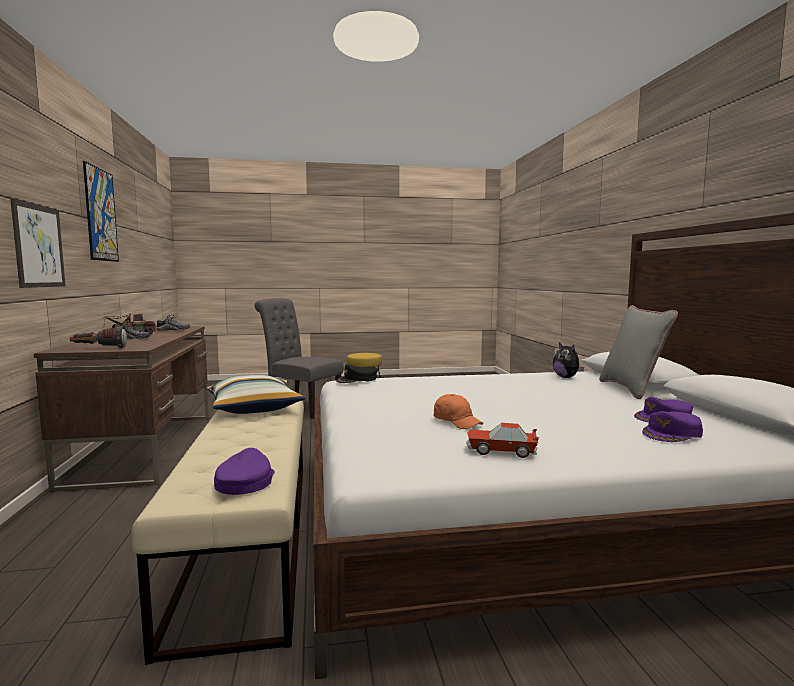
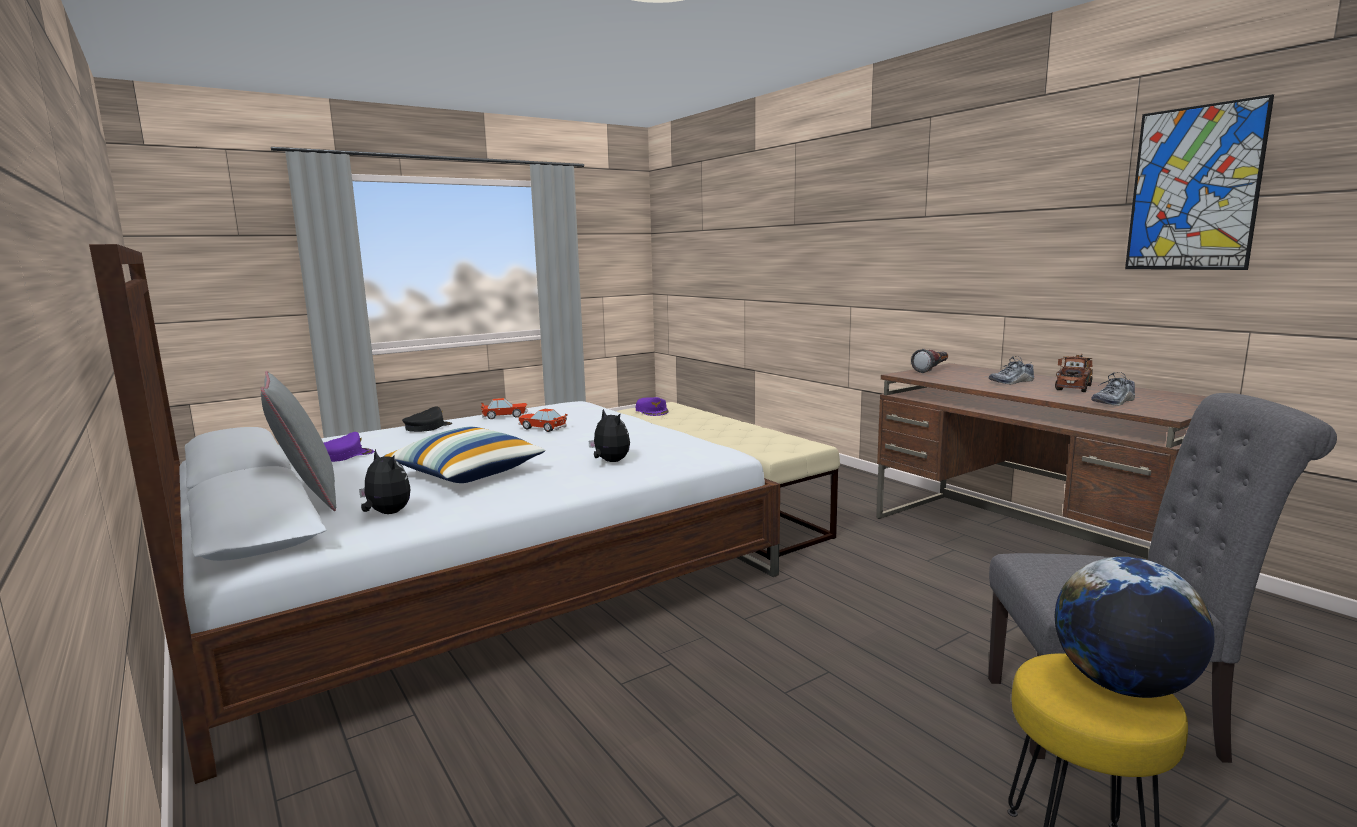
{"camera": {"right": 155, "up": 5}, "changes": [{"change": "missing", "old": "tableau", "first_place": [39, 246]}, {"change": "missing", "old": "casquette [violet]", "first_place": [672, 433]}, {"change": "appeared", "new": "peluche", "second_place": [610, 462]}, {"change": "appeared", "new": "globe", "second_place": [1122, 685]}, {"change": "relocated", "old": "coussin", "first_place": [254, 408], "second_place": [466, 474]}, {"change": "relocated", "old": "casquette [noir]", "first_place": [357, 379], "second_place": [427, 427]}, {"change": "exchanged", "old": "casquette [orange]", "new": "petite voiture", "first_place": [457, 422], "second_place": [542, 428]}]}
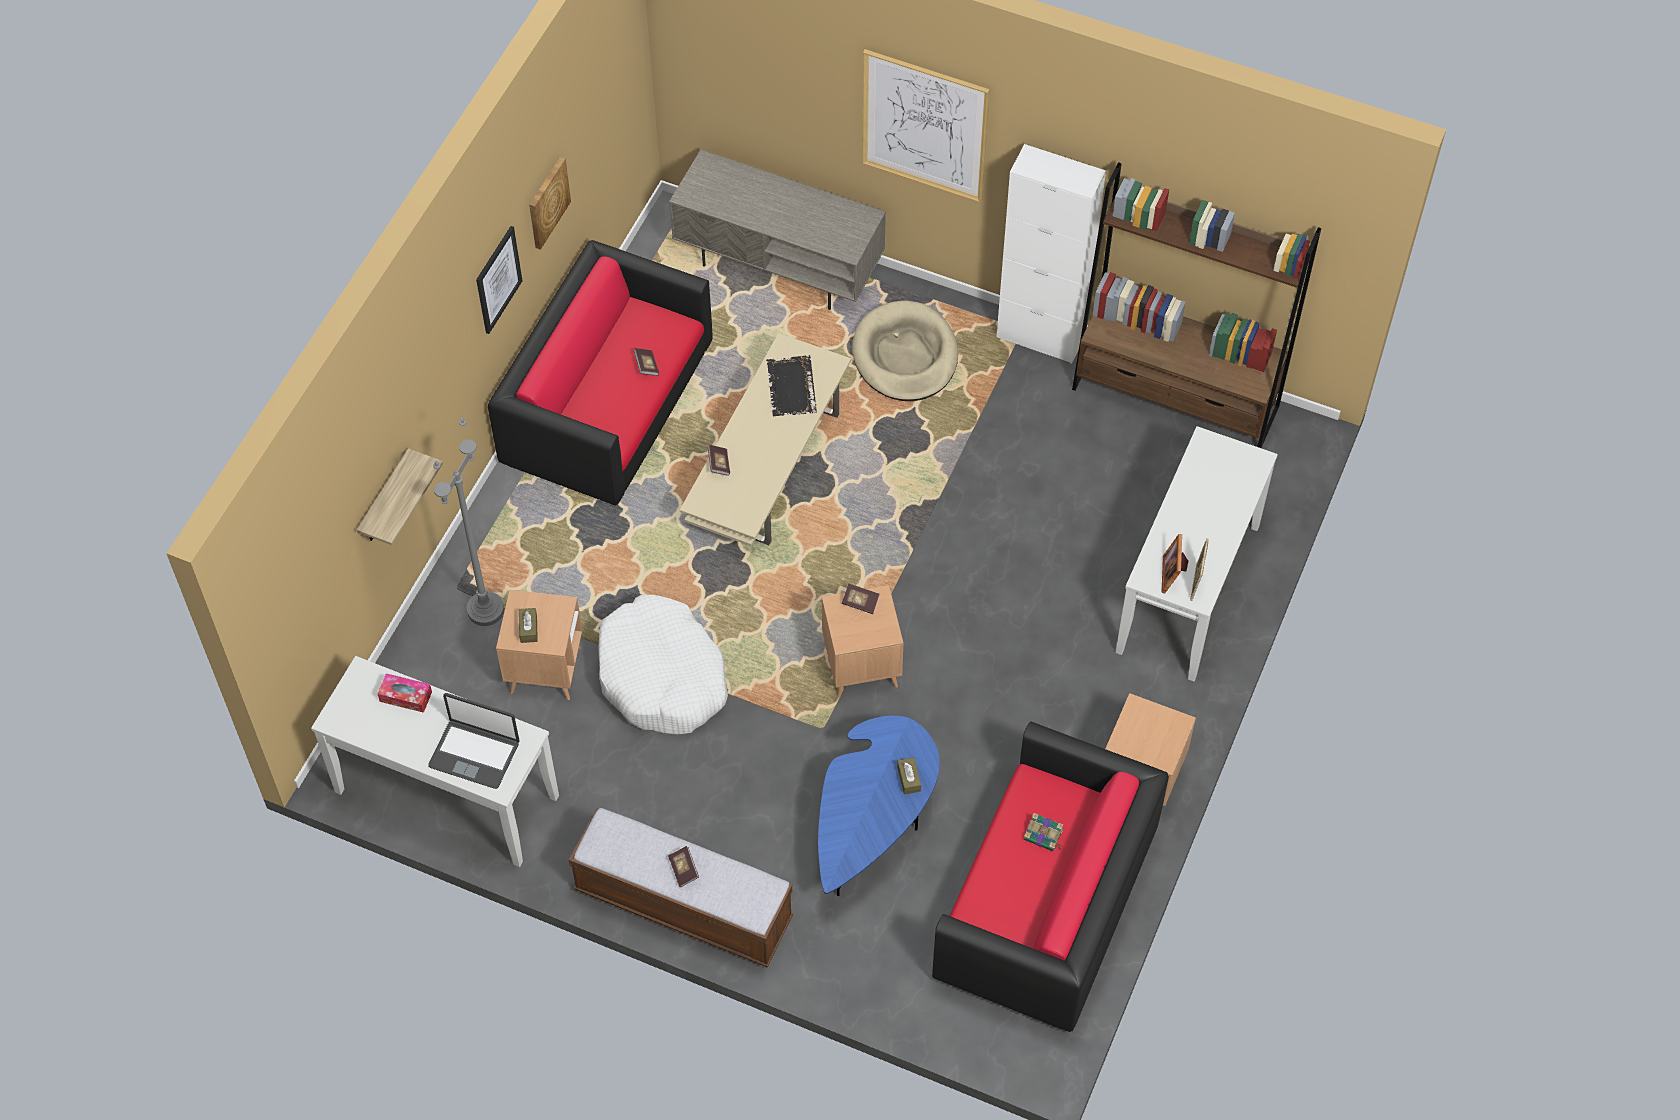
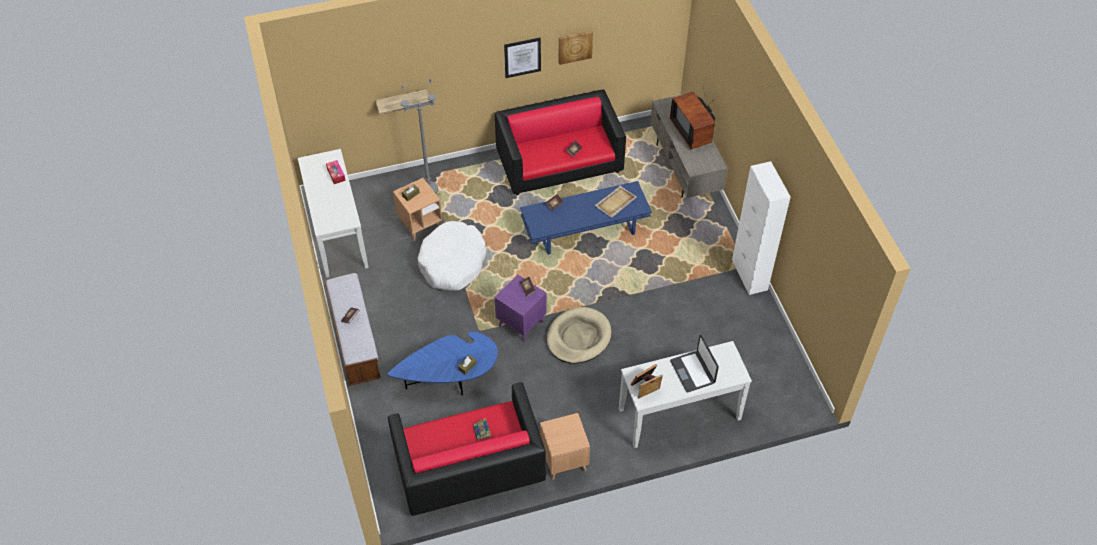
{"camera": {"right": 50, "up": -5}, "changes": [{"change": "missing", "old": "tableau", "first_place": [924, 125]}, {"change": "missing", "old": "bibliothèque [marron]", "first_place": [1176, 398]}, {"change": "appeared", "new": "téléviseur", "second_place": [693, 131]}, {"change": "relocated", "old": "ordinateur portable", "first_place": [475, 754], "second_place": [693, 372]}, {"change": "relocated", "old": "panier pour chien [beige]", "first_place": [905, 355], "second_place": [578, 337]}, {"change": "colour", "old": "table basse [beige]", "new": "table basse [bleu]", "first_place": [768, 465], "second_place": [585, 229]}, {"change": "colour", "old": "plateau [noir]", "new": "plateau [beige]", "first_place": [791, 388], "second_place": [615, 202]}, {"change": "colour", "old": "table d'appoint [marron]", "new": "table d'appoint [violet]", "first_place": [861, 667], "second_place": [521, 324]}]}
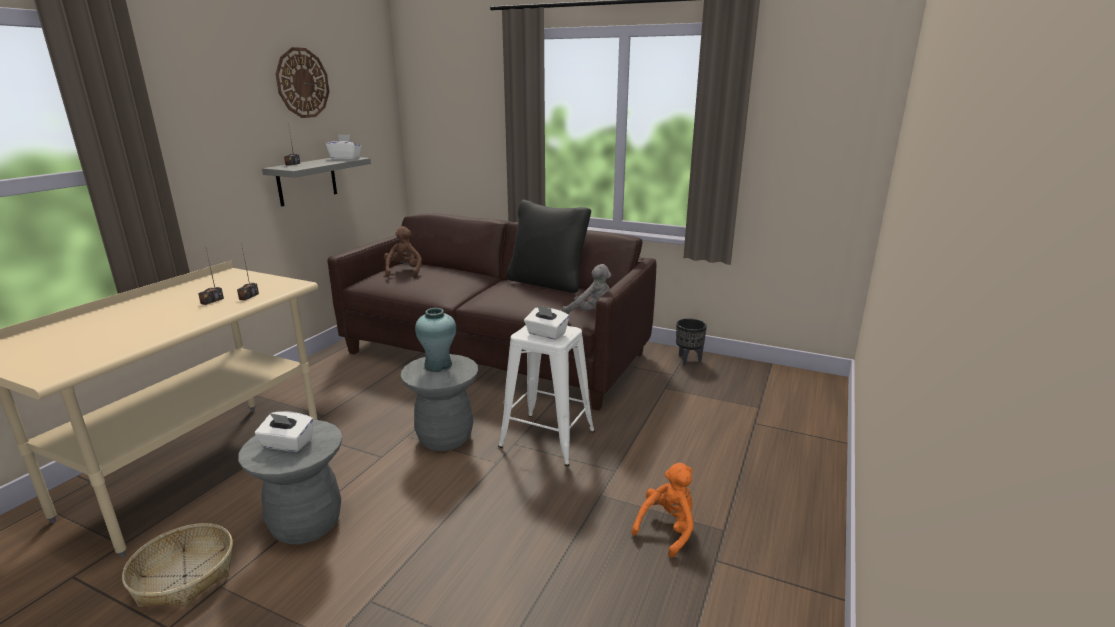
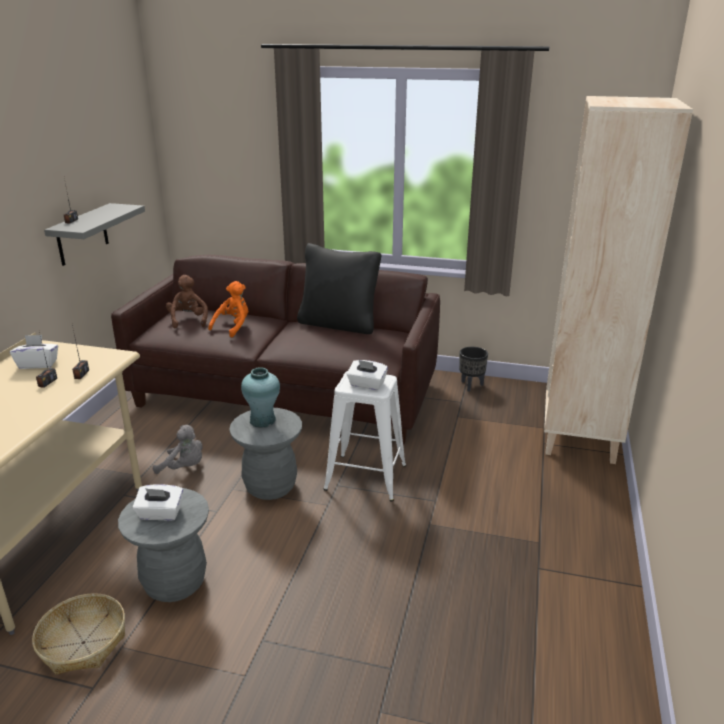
{"camera": {"right": -10, "up": 5}, "changes": [{"change": "missing", "old": "horloge murale", "first_place": [302, 83]}, {"change": "appeared", "new": "bibliothèque [beige]", "second_place": [580, 438]}, {"change": "relocated", "old": "boîte à mouchoirs [blanc]", "first_place": [345, 158], "second_place": [38, 364]}, {"change": "relocated", "old": "peluche [gris]", "first_place": [592, 313], "second_place": [184, 467]}, {"change": "relocated", "old": "peluche [orange]", "first_place": [667, 529], "second_place": [233, 327]}]}
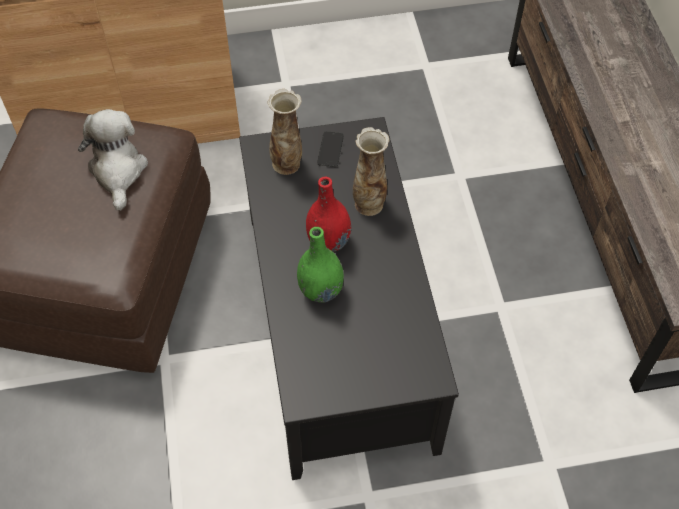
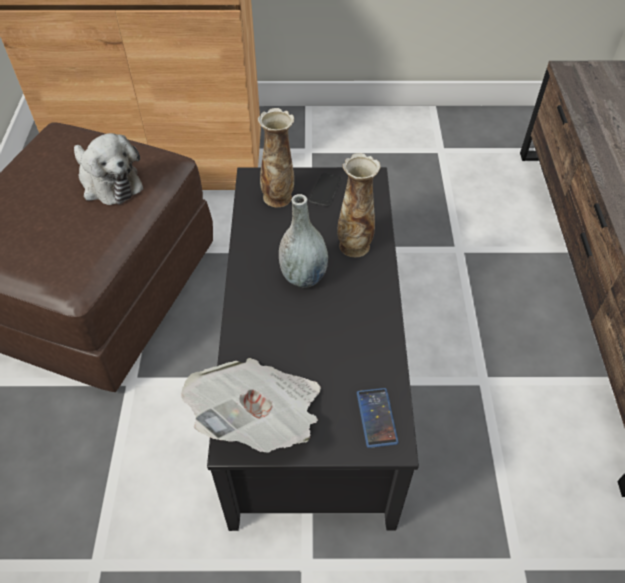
{"camera": {"right": 10, "up": -5}, "changes": [{"change": "missing", "old": "vase [vert]", "first_place": [320, 290]}, {"change": "appeared", "new": "journal", "second_place": [261, 417]}, {"change": "appeared", "new": "téléphone", "second_place": [377, 417]}, {"change": "colour", "old": "vase [rouge]", "new": "vase [gris]", "first_place": [328, 242], "second_place": [303, 277]}, {"change": "spun", "old": "peluche", "first_place": [118, 171], "second_place": [108, 182], "degrees": 135}]}
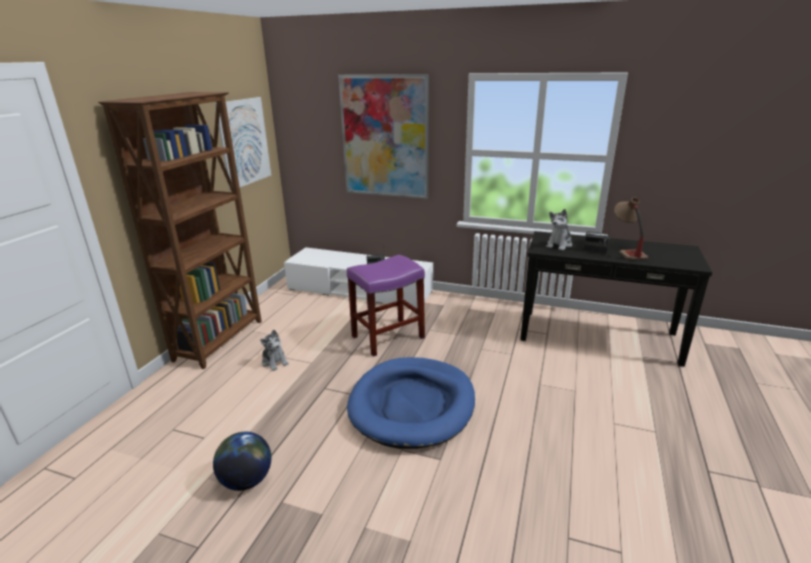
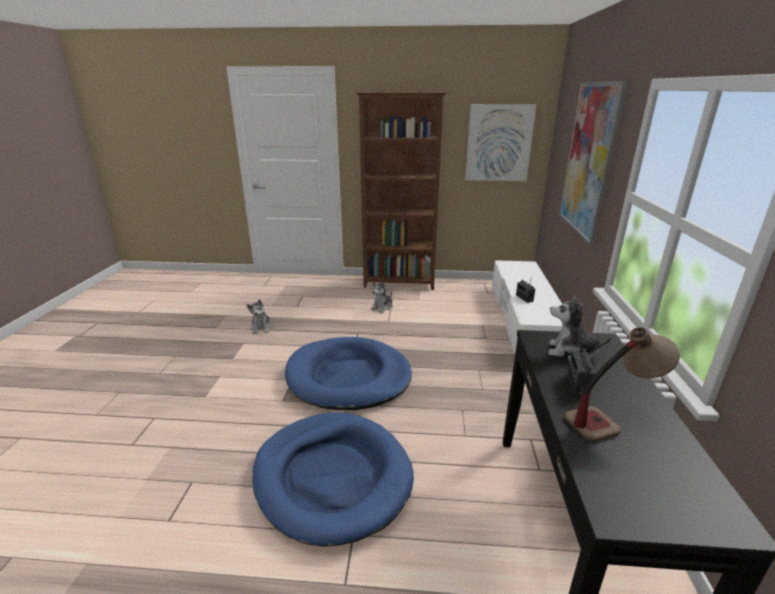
{"camera": {"right": 75, "up": 0}, "changes": [{"change": "missing", "old": "tabouret [violet]", "first_place": [388, 337]}, {"change": "appeared", "new": "panier pour chien [bleu]", "second_place": [332, 477]}, {"change": "exchanged", "old": "globe", "new": "peluche", "first_place": [246, 480], "second_place": [261, 328]}]}
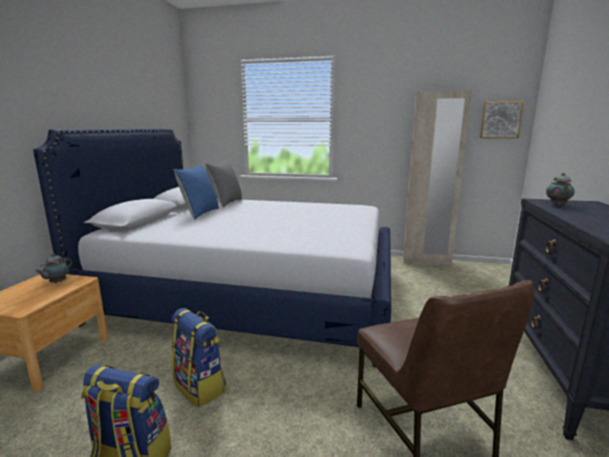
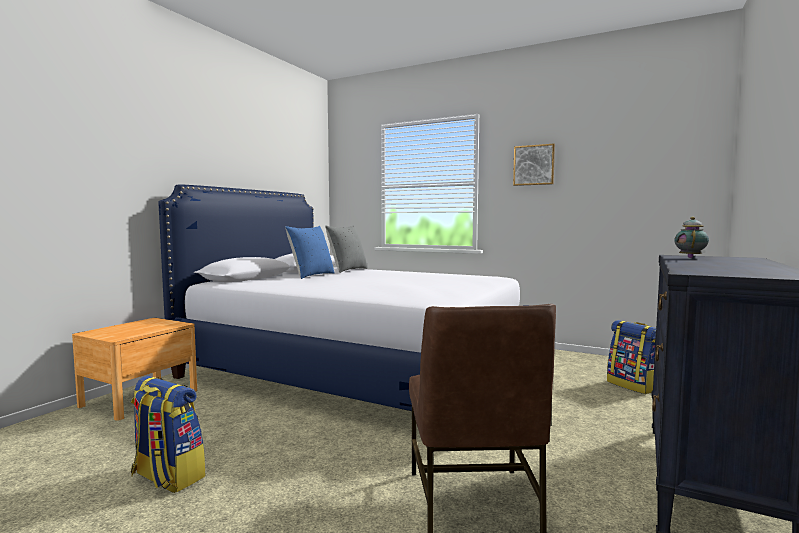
{"camera": {"right": 15, "up": -10}, "changes": [{"change": "missing", "old": "théière", "first_place": [57, 282]}, {"change": "missing", "old": "armoire [beige]", "first_place": [426, 261]}, {"change": "relocated", "old": "sac à dos", "first_place": [200, 386], "second_place": [633, 386]}, {"change": "relocated", "old": "tableau", "first_place": [500, 120], "second_place": [534, 165]}]}
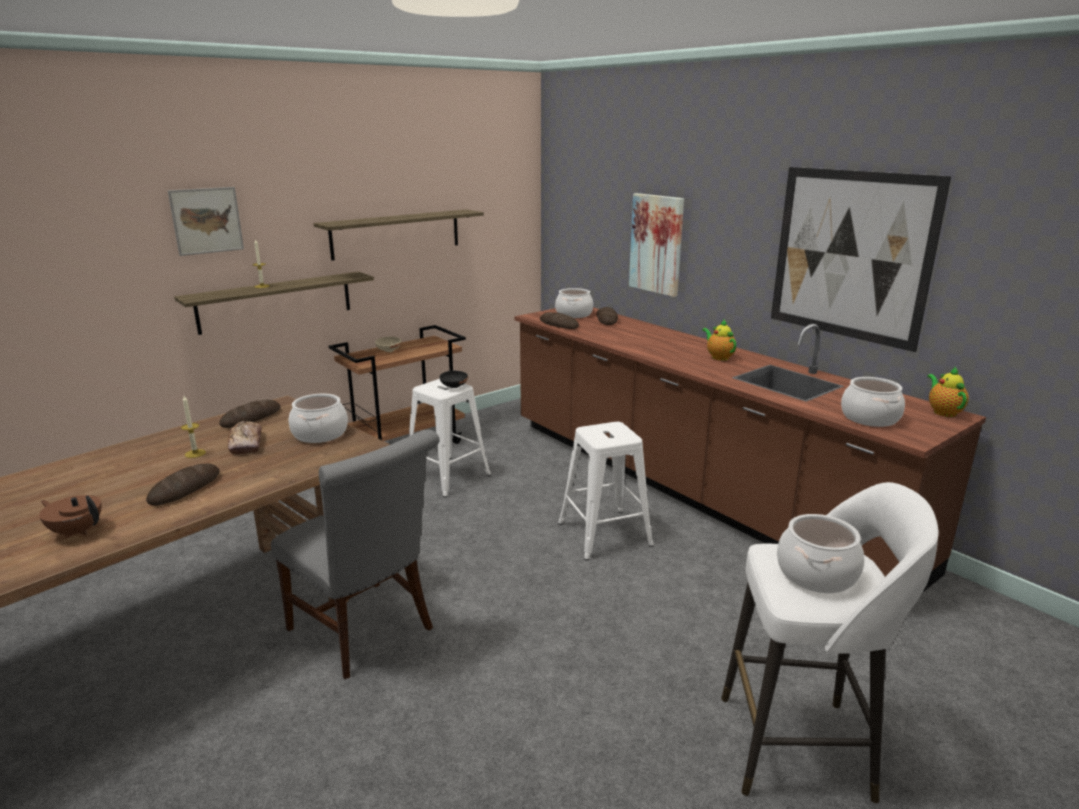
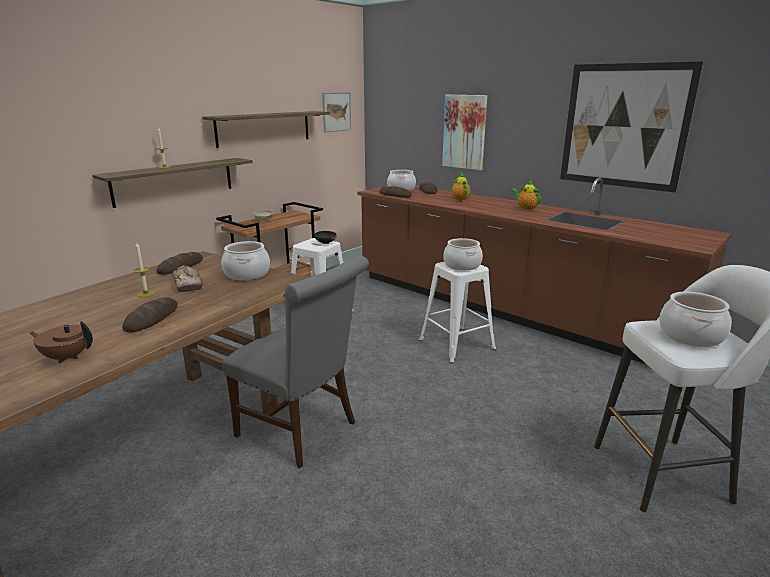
{"camera": {"right": -10, "up": 0}, "changes": [{"change": "relocated", "old": "tableau", "first_place": [206, 220], "second_place": [336, 112]}, {"change": "relocated", "old": "marmite", "first_place": [869, 418], "second_place": [462, 265]}, {"change": "relocated", "old": "théière", "first_place": [943, 412], "second_place": [459, 199]}]}
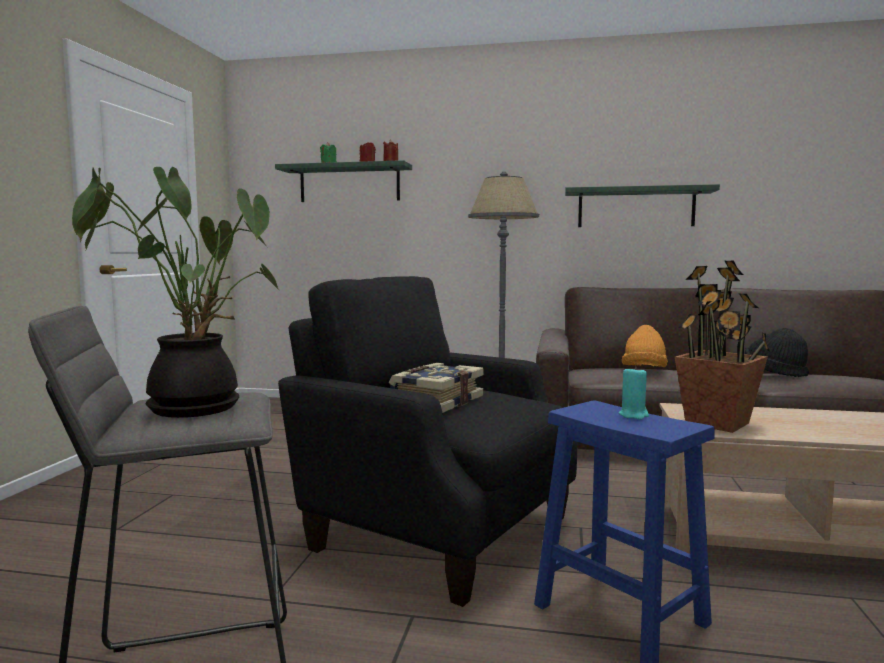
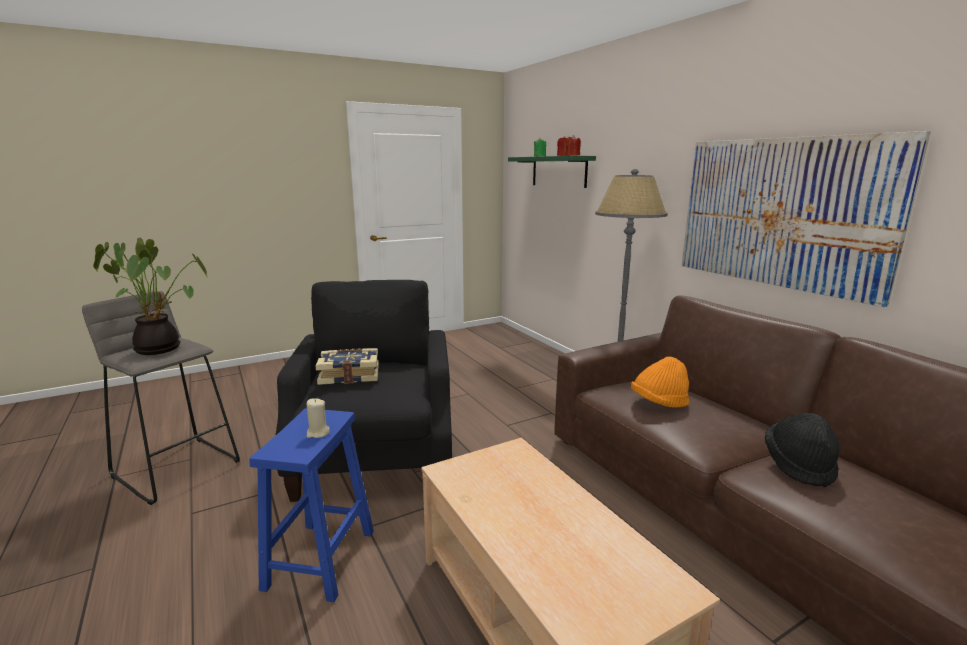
{"camera": {"right": 50, "up": 10}, "changes": [{"change": "missing", "old": "plante en pot", "first_place": [717, 424]}, {"change": "exchanged", "old": "étagère [vert]", "new": "tableau", "first_place": [636, 208], "second_place": [781, 213]}, {"change": "colour", "old": "bougie [turquoise]", "new": "bougie [beige]", "first_place": [633, 415], "second_place": [318, 433]}]}
